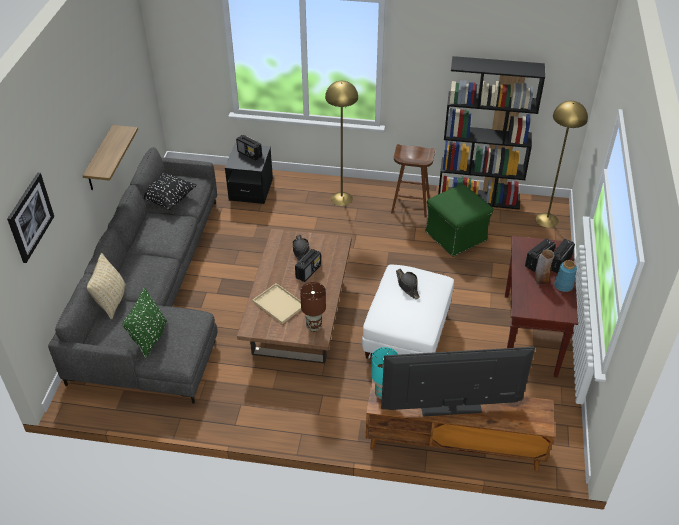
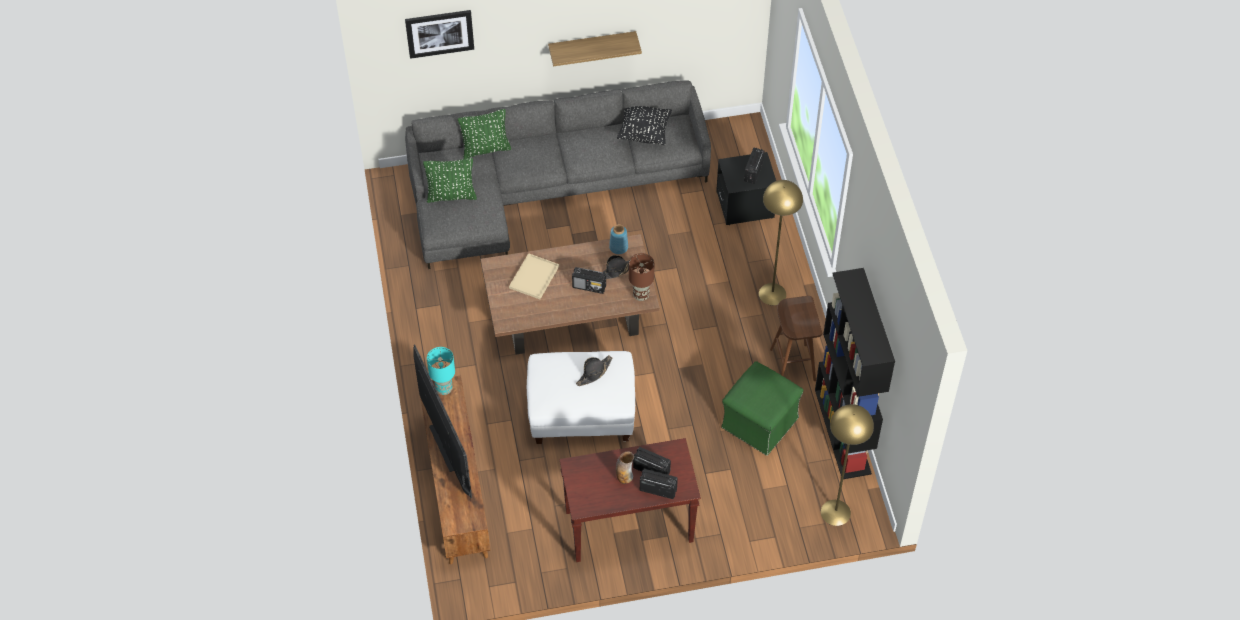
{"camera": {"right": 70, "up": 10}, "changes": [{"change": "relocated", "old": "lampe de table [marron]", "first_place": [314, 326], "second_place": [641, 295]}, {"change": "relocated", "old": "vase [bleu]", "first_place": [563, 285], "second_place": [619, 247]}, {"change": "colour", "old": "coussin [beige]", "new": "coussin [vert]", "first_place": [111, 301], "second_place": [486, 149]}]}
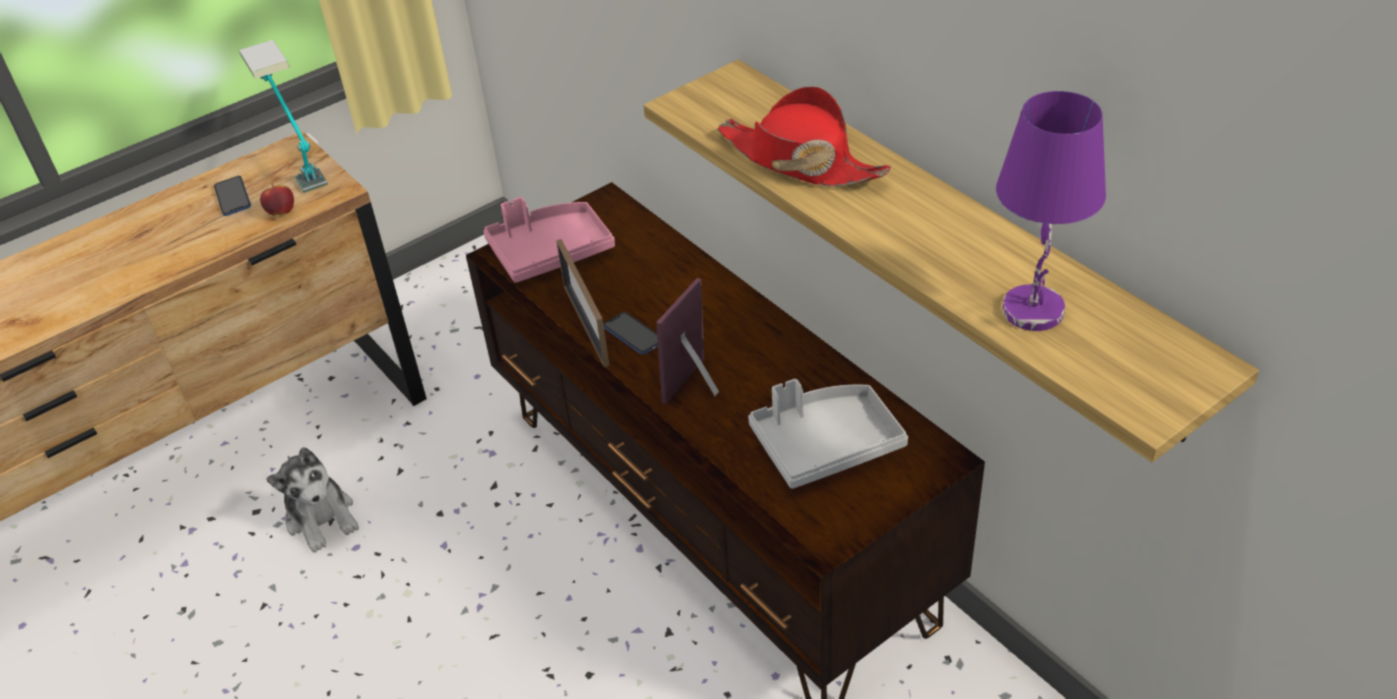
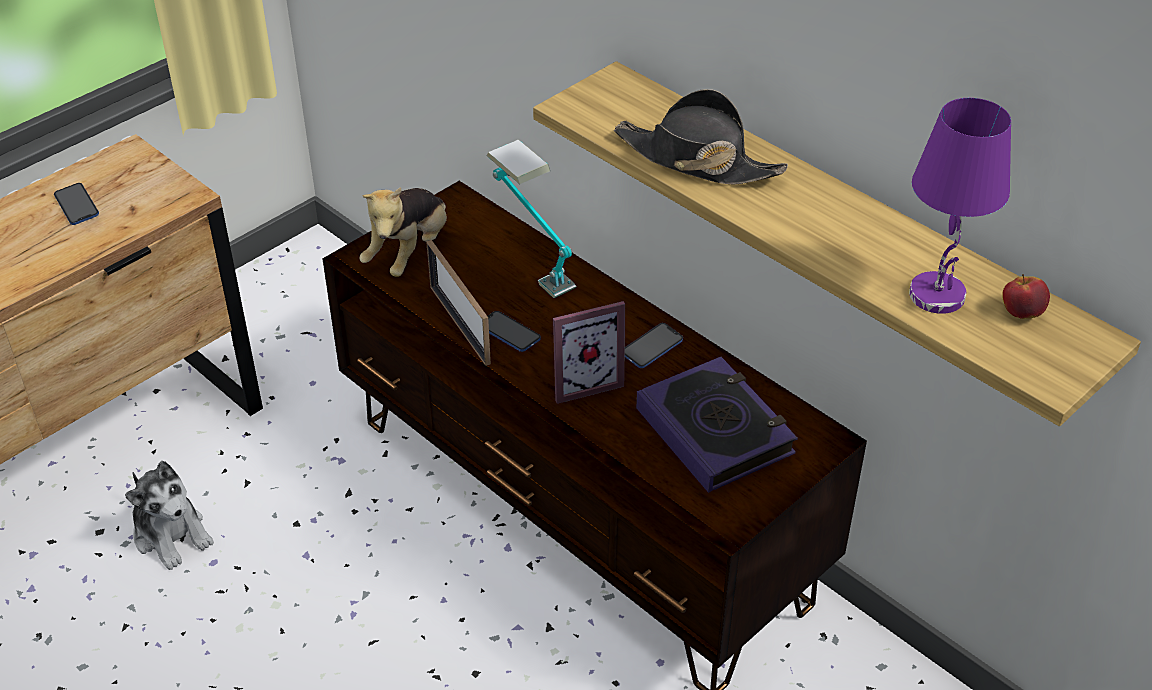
{"camera": {"right": -10, "up": 0}, "changes": [{"change": "appeared", "new": "téléphone", "second_place": [652, 347]}, {"change": "relocated", "old": "lampe de table", "first_place": [299, 162], "second_place": [531, 263]}, {"change": "relocated", "old": "pomme", "first_place": [281, 212], "second_place": [1021, 313]}, {"change": "exchanged", "old": "plateau [rose]", "new": "peluche", "first_place": [550, 251], "second_place": [409, 252]}, {"change": "exchanged", "old": "plateau [gris]", "new": "livre", "first_place": [825, 444], "second_place": [715, 431]}, {"change": "colour", "old": "chapeau [rouge]", "new": "chapeau [noir]", "first_place": [800, 160], "second_place": [697, 160]}, {"change": "spun", "old": "cadre photo", "first_place": [699, 387], "second_place": [583, 381], "degrees": -135}]}
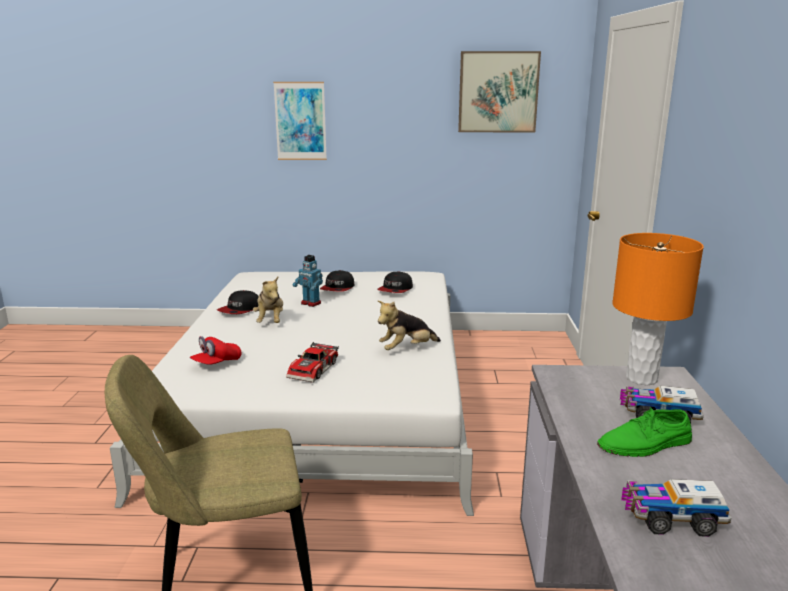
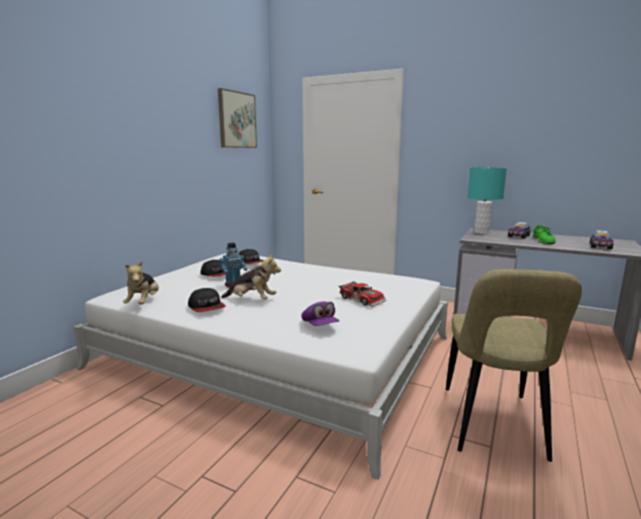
{"camera": {"right": -65, "up": -5}, "changes": [{"change": "missing", "old": "tableau", "first_place": [300, 121]}, {"change": "relocated", "old": "peluche", "first_place": [407, 349], "second_place": [144, 302]}, {"change": "colour", "old": "casquette [rouge]", "new": "casquette [violet]", "first_place": [217, 363], "second_place": [320, 325]}, {"change": "colour", "old": "lampe de table [orange]", "new": "lampe de table [turquoise]", "first_place": [641, 379], "second_place": [481, 232]}]}
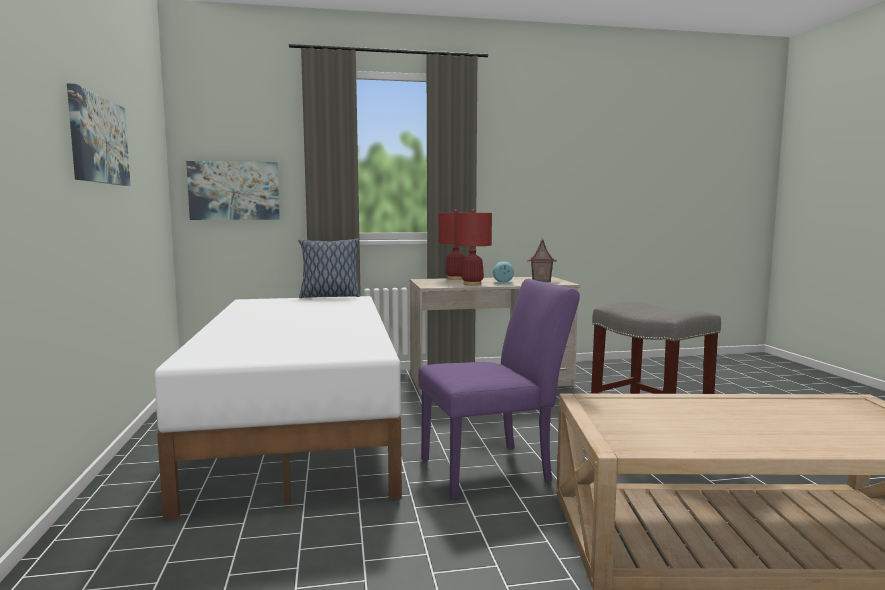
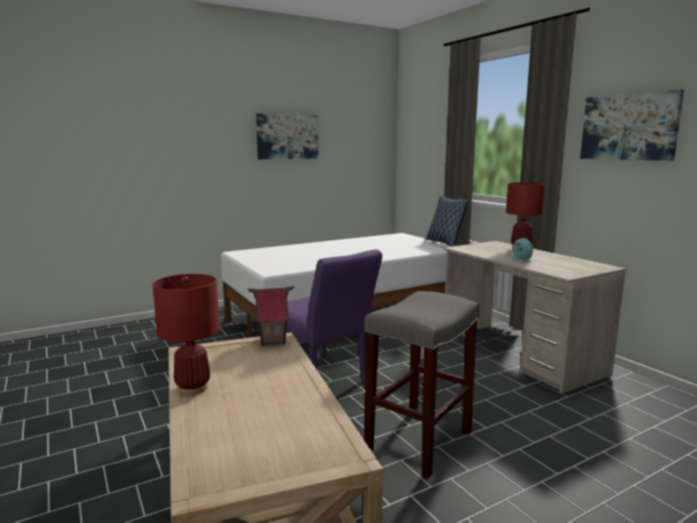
{"camera": {"right": 70, "up": 5}, "changes": [{"change": "relocated", "old": "tableau", "first_place": [234, 191], "second_place": [629, 127]}, {"change": "relocated", "old": "lampe de table [rouge]", "first_place": [472, 284], "second_place": [192, 388]}, {"change": "relocated", "old": "maison miniature", "first_place": [541, 281], "second_place": [272, 340]}]}
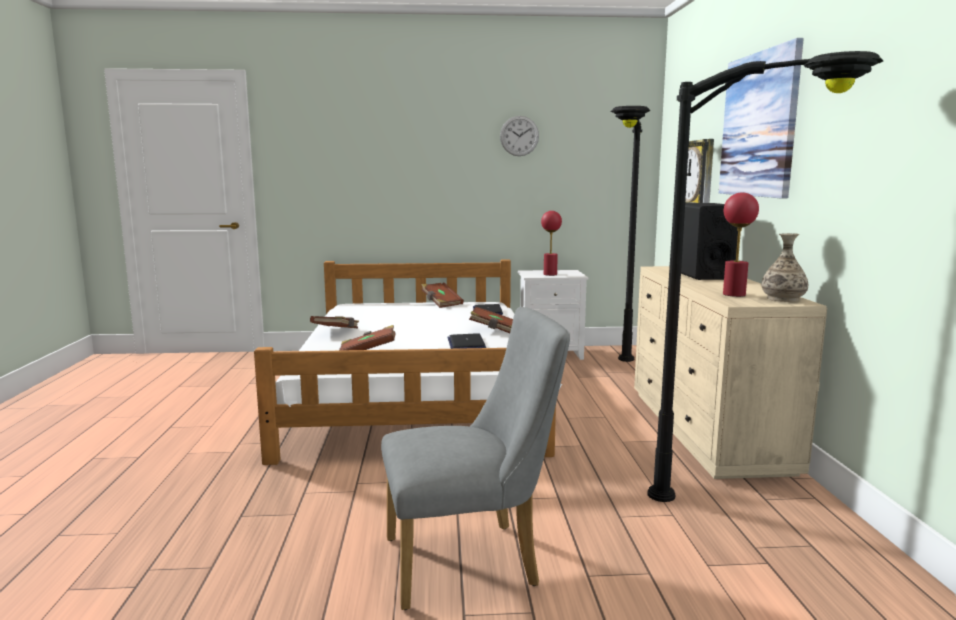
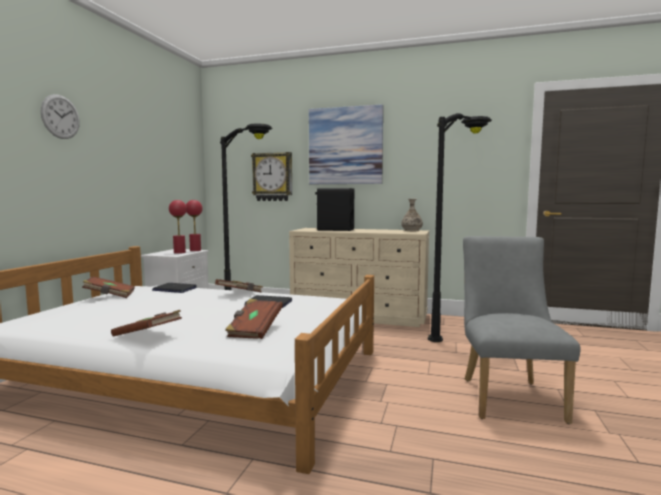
{"camera": {"right": -70, "up": -5}, "changes": [{"change": "relocated", "old": "horloge murale", "first_place": [519, 136], "second_place": [60, 117]}, {"change": "relocated", "old": "lampe de table [rouge]", "first_place": [734, 294], "second_place": [195, 250]}]}
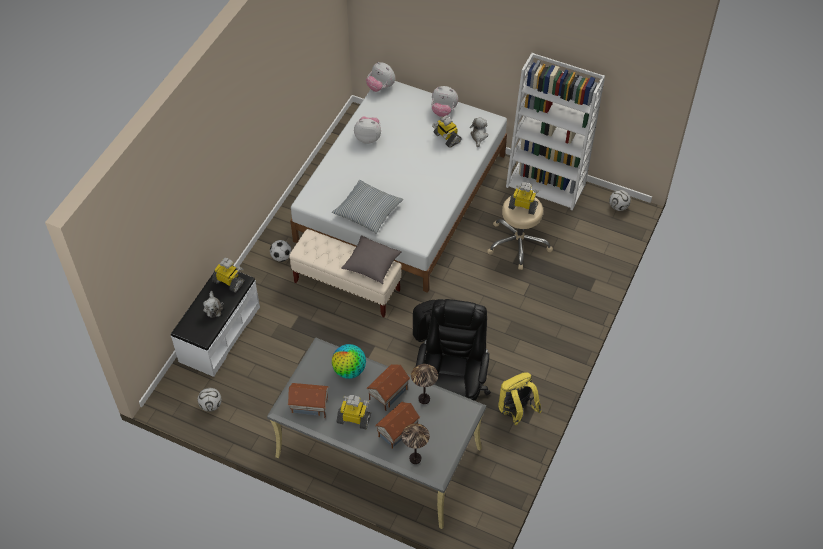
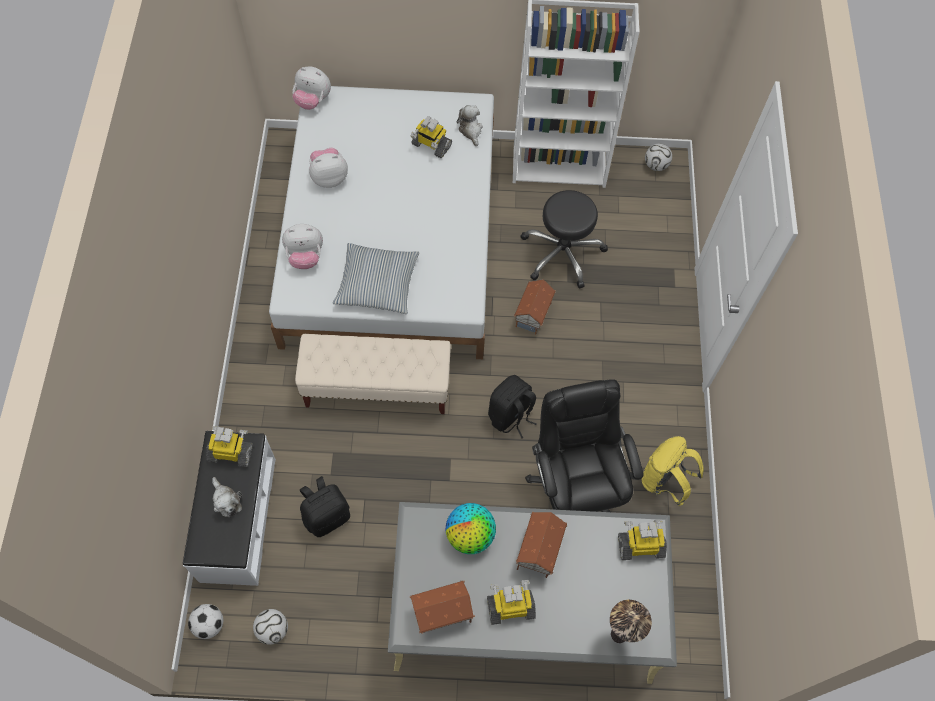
{"camera": {"right": -25, "up": 10}, "changes": [{"change": "missing", "old": "coussin [gris]", "first_place": [371, 265]}, {"change": "missing", "old": "lampe de table", "first_place": [424, 399]}, {"change": "appeared", "new": "sac à dos [noir]", "second_place": [326, 515]}, {"change": "relocated", "old": "ballon de foot", "first_place": [281, 257], "second_place": [209, 624]}, {"change": "relocated", "old": "maison miniature", "first_place": [398, 432], "second_place": [533, 315]}, {"change": "relocated", "old": "peluche", "first_place": [443, 111], "second_place": [305, 257]}, {"change": "relocated", "old": "robot jouet", "first_place": [523, 206], "second_place": [640, 545]}, {"change": "colour", "old": "tabouret [beige]", "new": "tabouret [noir]", "first_place": [518, 243], "second_place": [561, 253]}]}
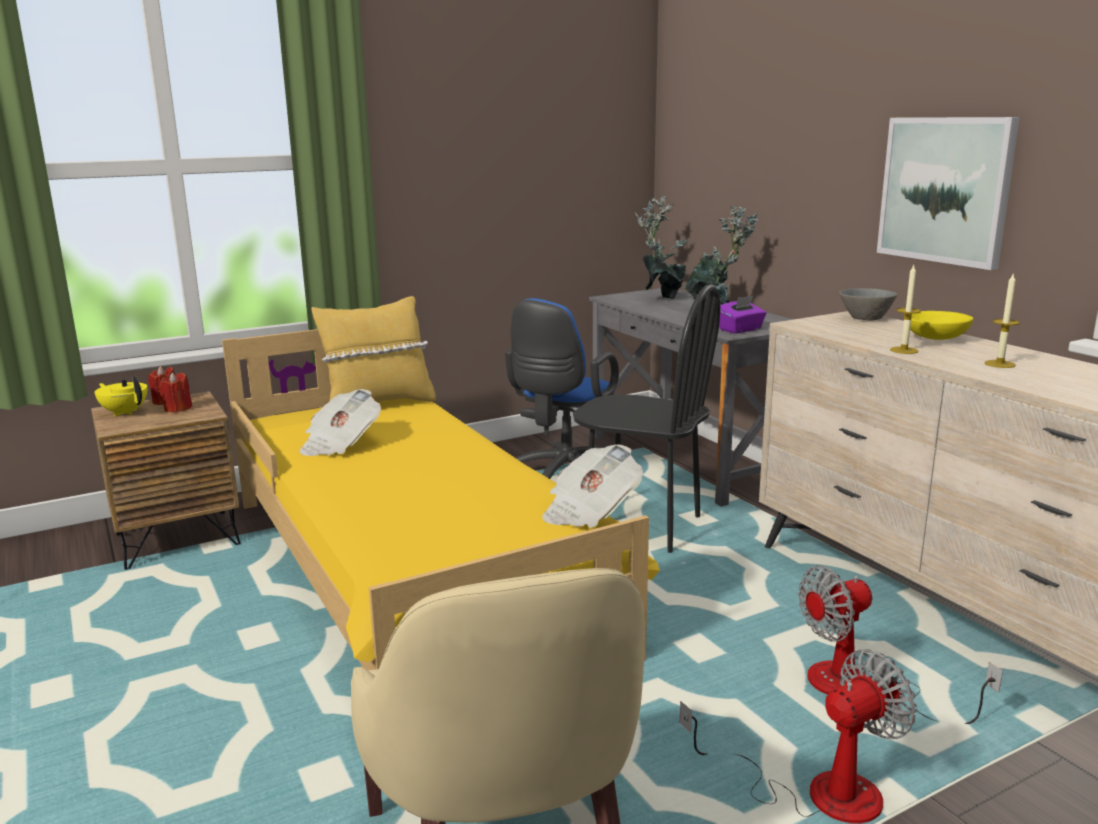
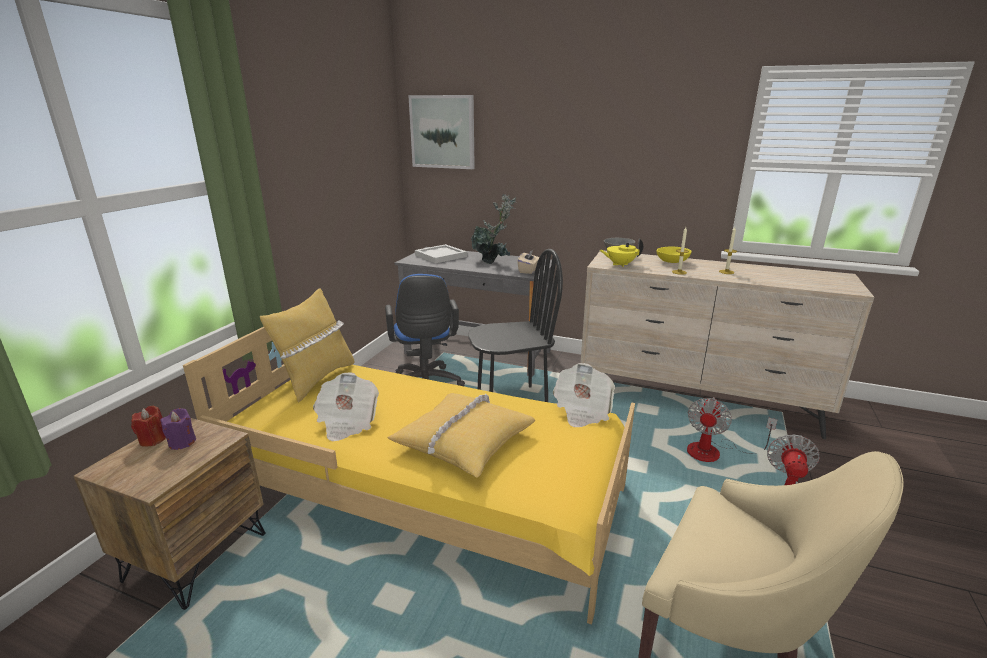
{"camera": {"right": -40, "up": 5}, "changes": [{"change": "appeared", "new": "coussin [jaune]", "second_place": [463, 441]}, {"change": "relocated", "old": "théière [jaune]", "first_place": [125, 412], "second_place": [620, 264]}, {"change": "relocated", "old": "tableau", "first_place": [945, 190], "second_place": [442, 132]}, {"change": "exchanged", "old": "plante en pot", "new": "plateau [blanc]", "first_place": [662, 298], "second_place": [441, 255]}, {"change": "colour", "old": "bougie [rouge]", "new": "bougie [violet]", "first_place": [178, 408], "second_place": [182, 442]}, {"change": "colour", "old": "boîte à mouchoirs [violet]", "new": "boîte à mouchoirs [beige]", "first_place": [740, 330], "second_place": [528, 270]}]}
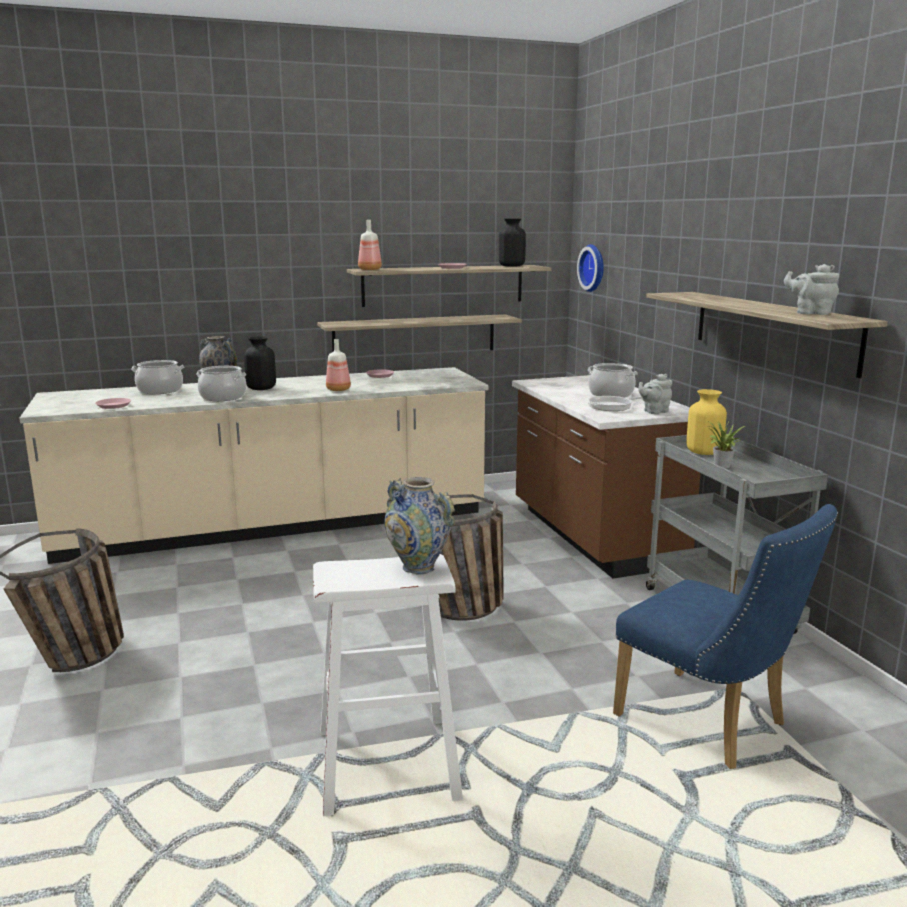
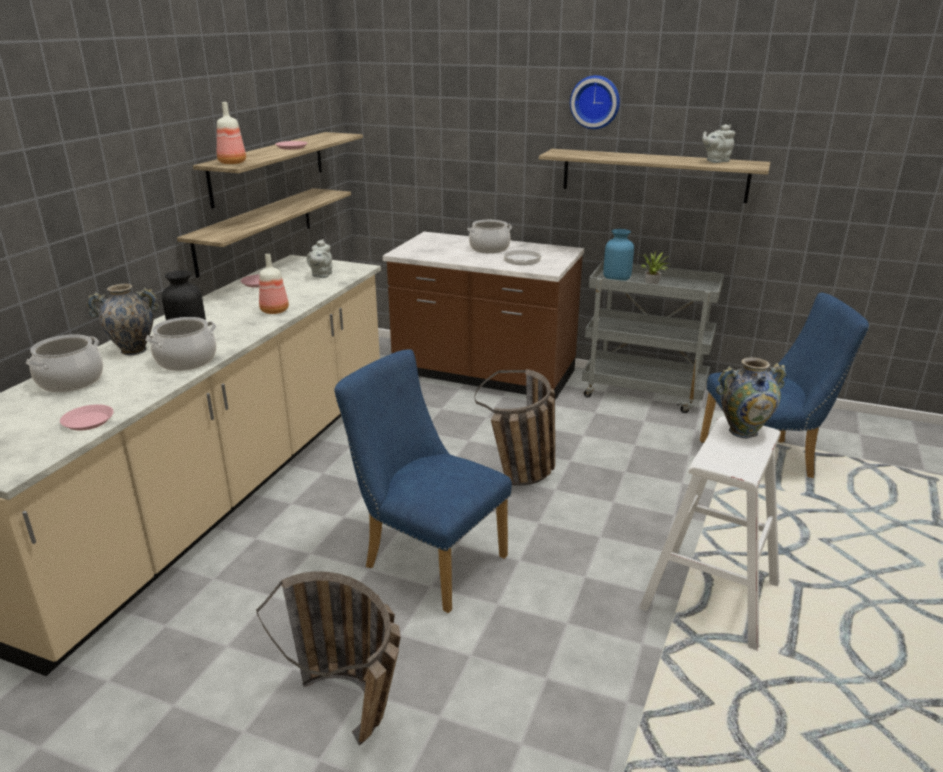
{"camera": {"right": -50, "up": 10}, "changes": [{"change": "missing", "old": "vase [noir]", "first_place": [511, 266]}, {"change": "appeared", "new": "chaise [bleu]", "second_place": [427, 559]}, {"change": "relocated", "old": "horloge murale", "first_place": [594, 268], "second_place": [595, 102]}, {"change": "relocated", "old": "théière [gris]", "first_place": [654, 411], "second_place": [321, 275]}, {"change": "colour", "old": "vase [jaune]", "new": "vase [bleu]", "first_place": [704, 452], "second_place": [616, 279]}]}
